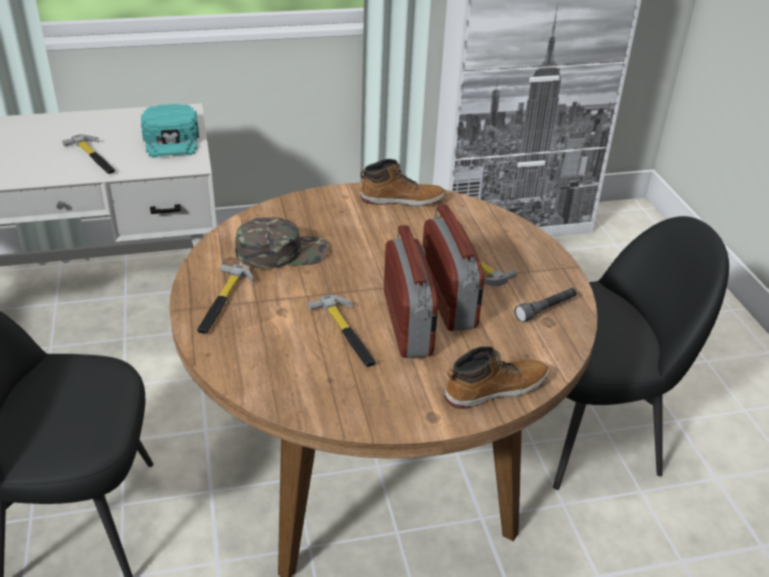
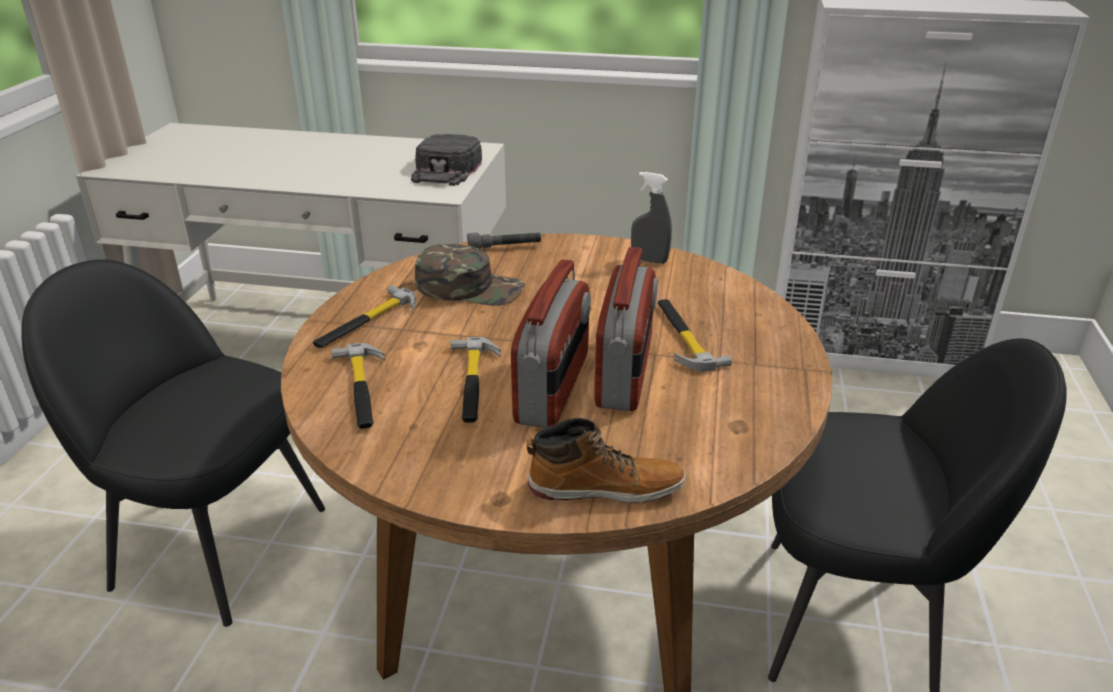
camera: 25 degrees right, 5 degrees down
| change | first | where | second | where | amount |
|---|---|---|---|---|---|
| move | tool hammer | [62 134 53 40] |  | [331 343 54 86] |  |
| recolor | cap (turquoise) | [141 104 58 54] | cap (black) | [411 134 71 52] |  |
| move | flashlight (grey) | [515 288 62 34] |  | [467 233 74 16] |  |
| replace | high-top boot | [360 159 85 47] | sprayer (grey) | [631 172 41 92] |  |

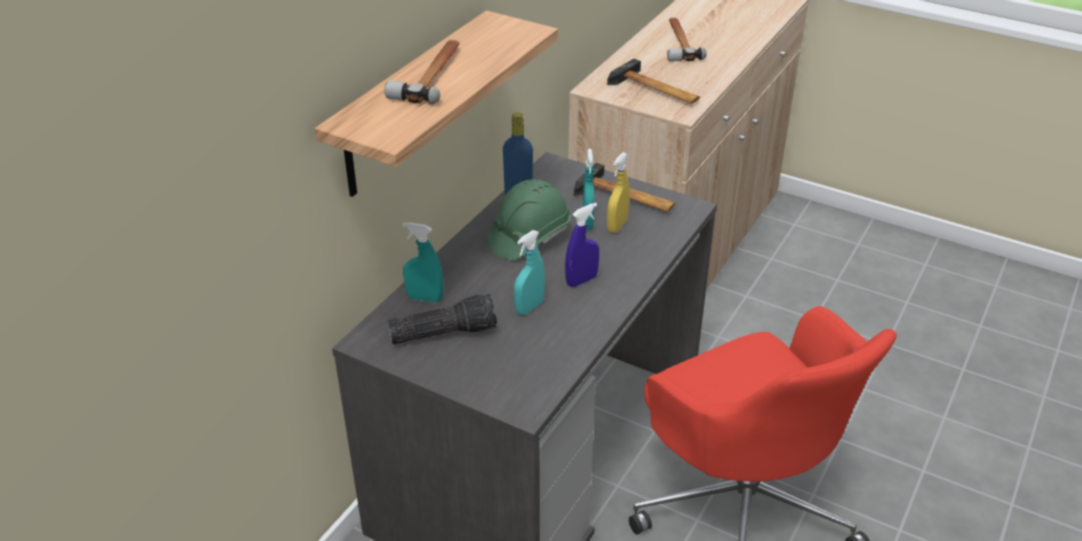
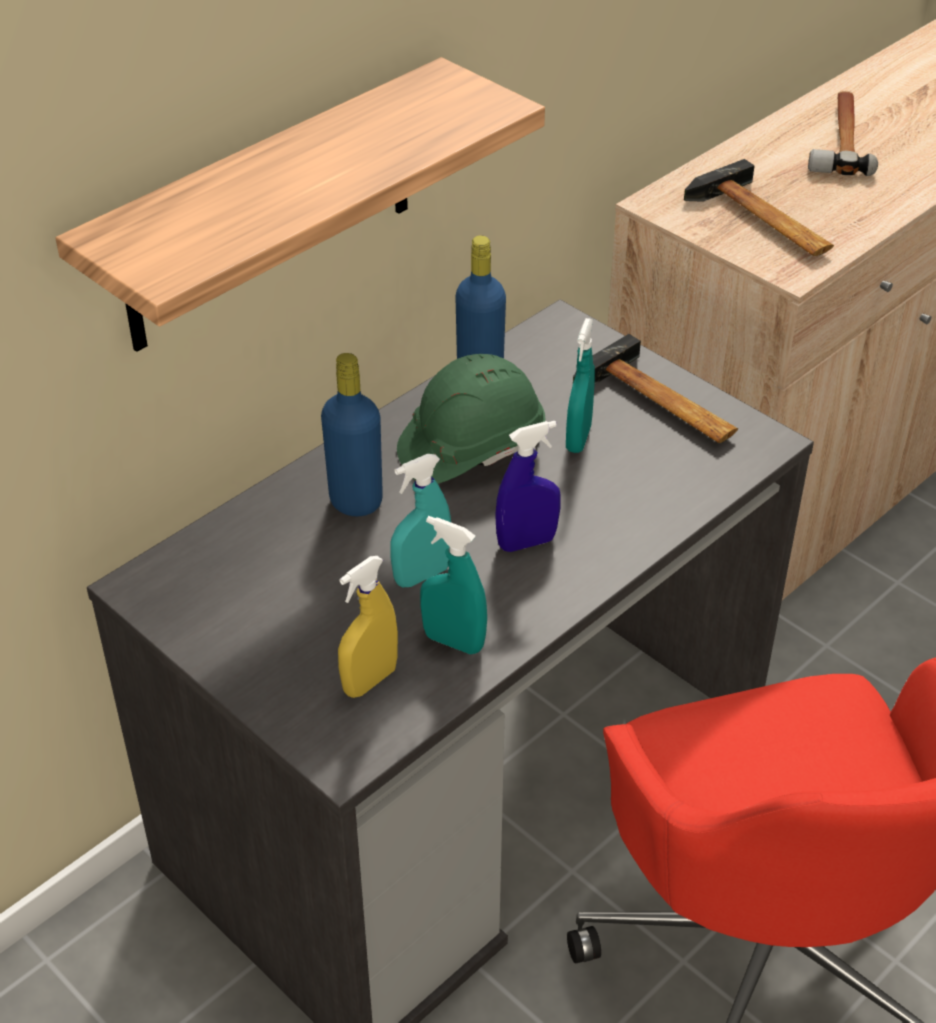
camera: 15 degrees right, 5 degrees up
| change | first | where | second | where | amount |
|---|---|---|---|---|---|
| insert |  |  | drink bottle (bluish) | [321 353 62 163] |  |
| move | sprayer (yellow-coloured) | [607 152 23 81] |  | [338 556 60 142] |  |
| move | sprayer (turquoise) | [403 223 40 79] |  | [420 516 67 138] |  |
| delete | tool hammer | [384 40 76 64] |  |  |  |
| delete | flashlight | [388 294 109 50] |  |  |  |

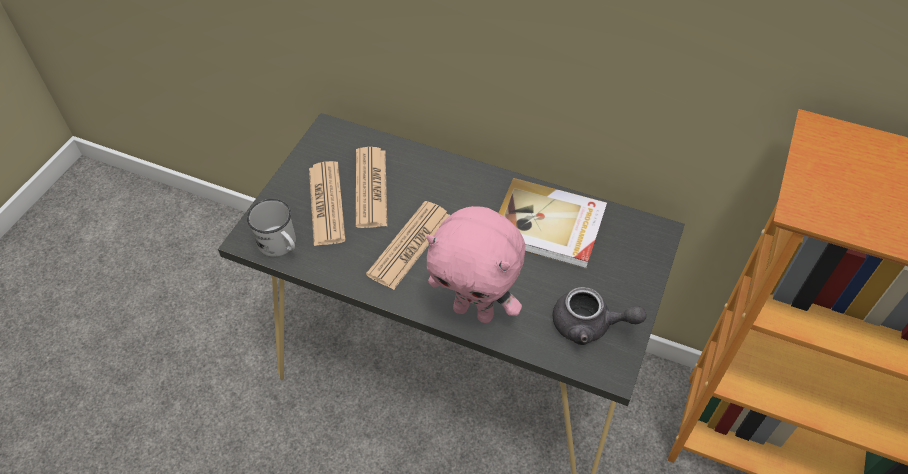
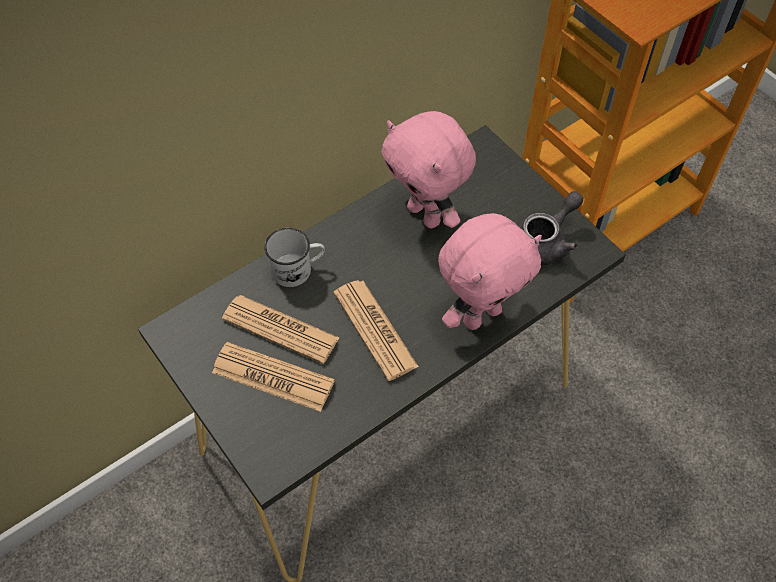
camera: 60 degrees left, 5 degrees up
| change | first | where | second | where | amount |
|---|---|---|---|---|---|
| move | coffee mug (whitish) | [247 199 49 58] |  | [264 228 61 59] |  |
| replace | bound book | [499 178 108 91] | cuddly toy (pink) | [382 111 94 117] |  |

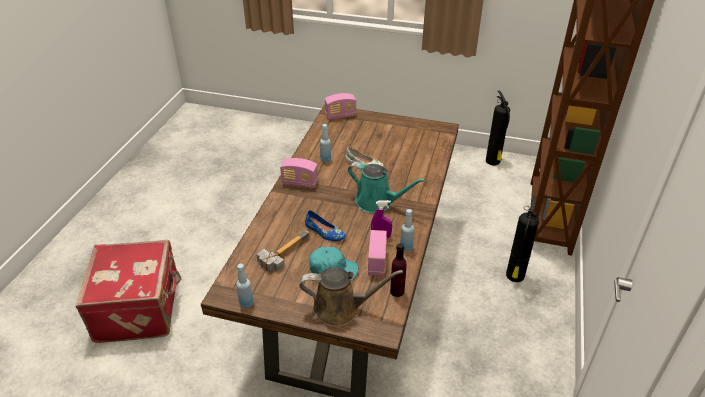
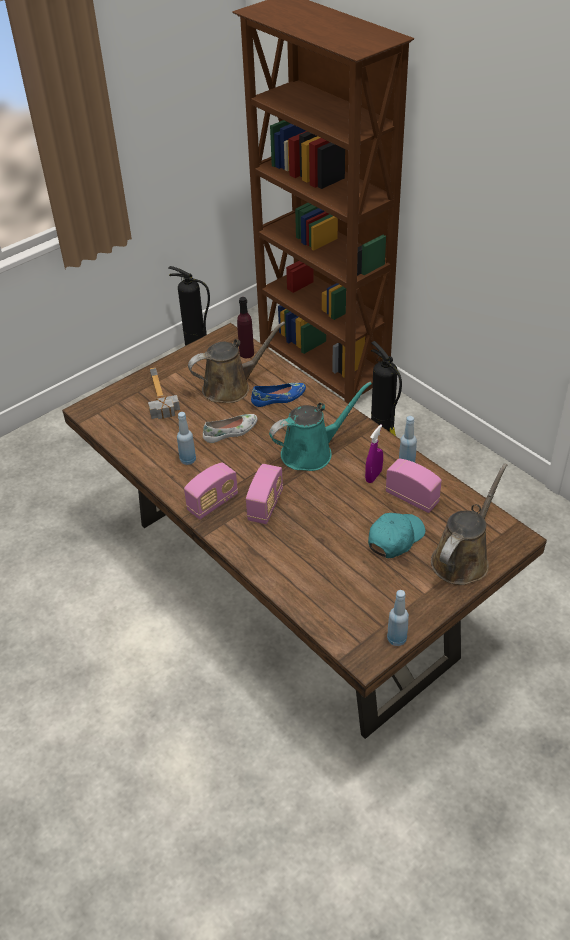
camera: 55 degrees left, 5 degrees up
| change | first | where | second | where | amount |
|---|---|---|---|---|---|
| move | tool hammer | [256 230 54 42] |  | [148 367 32 52] |  |
| insert |  |  | watering pot (brown) | [188 321 98 82] |  |
| move | drink bottle (purple) | [390 243 16 54] |  | [237 297 17 61] |  |
| move | radio | [325 93 31 27] |  | [246 464 37 60] |  |
| move | low shoe (bluish) | [305 210 40 31] |  | [251 383 55 24] |  |
| delete | travel case (red-coloured) | [76 240 105 103] |  |  |  |

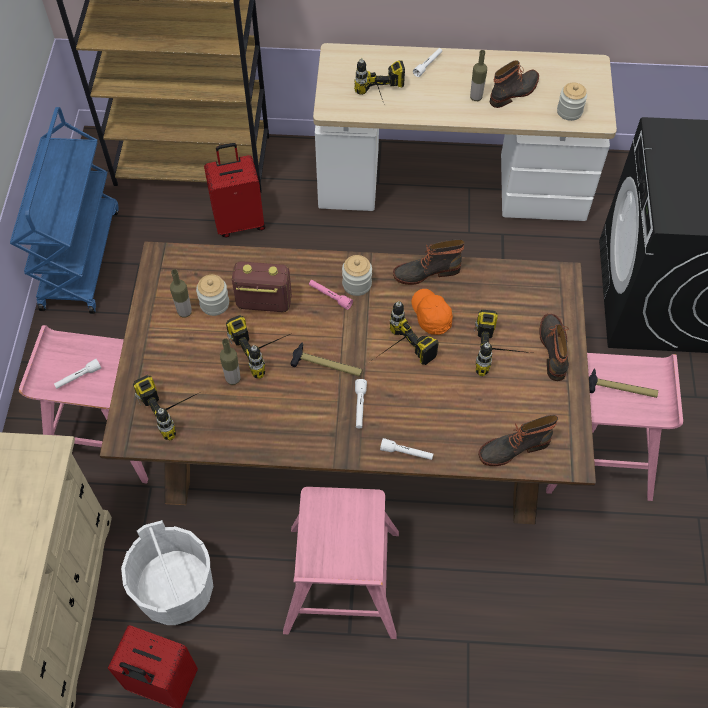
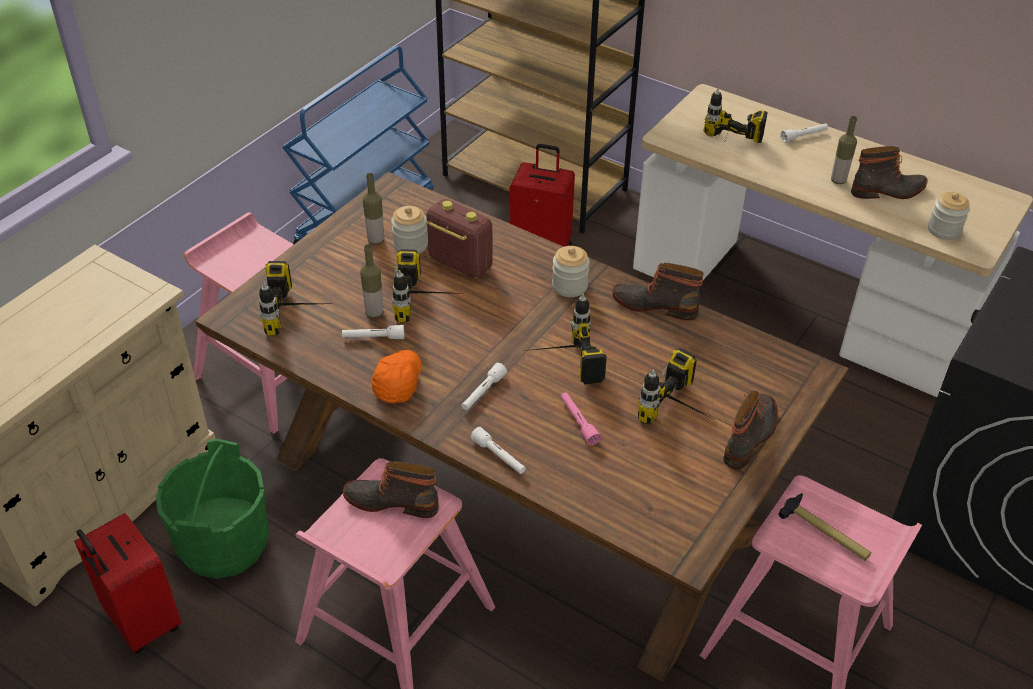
camera: 30 degrees right, 15 degrees down
| change | first | where | second | where | amount |
|---|---|---|---|---|---|
| recolor | water bucket (whitish) | [121 520 93 105] | water bucket (green) | [156 439 113 140] |  |
| move | flashlight (whitish) | [54 359 47 30] |  | [342 325 62 14] |  |
| move | high-top boot | [478 415 80 51] |  | [343 461 96 57] |  |
| move | cap (orange) | [412 289 41 46] |  | [372 350 50 53] |  |
| move | flashlight (pink) | [309 280 44 30] |  | [561 392 40 53] |  |
| delete | tool hammer | [291 342 71 35] |  |  |  |

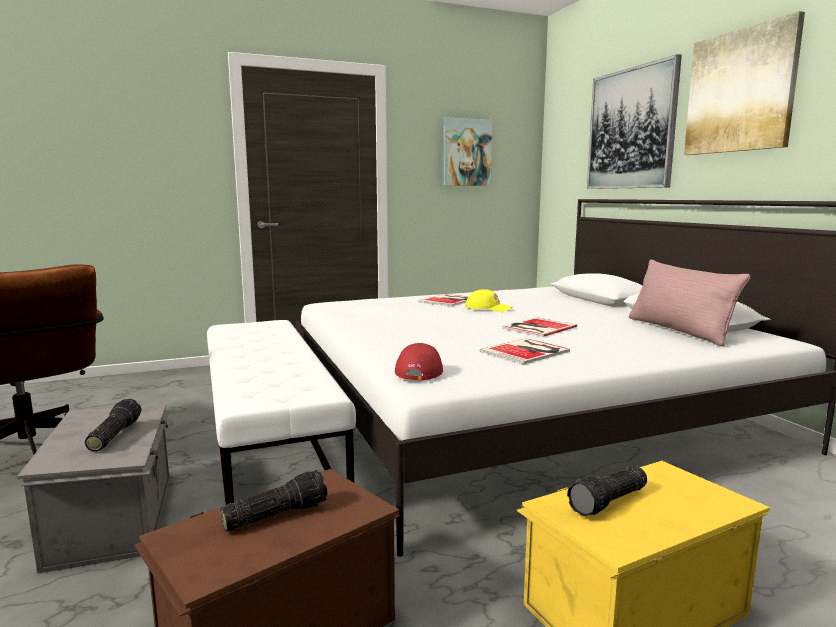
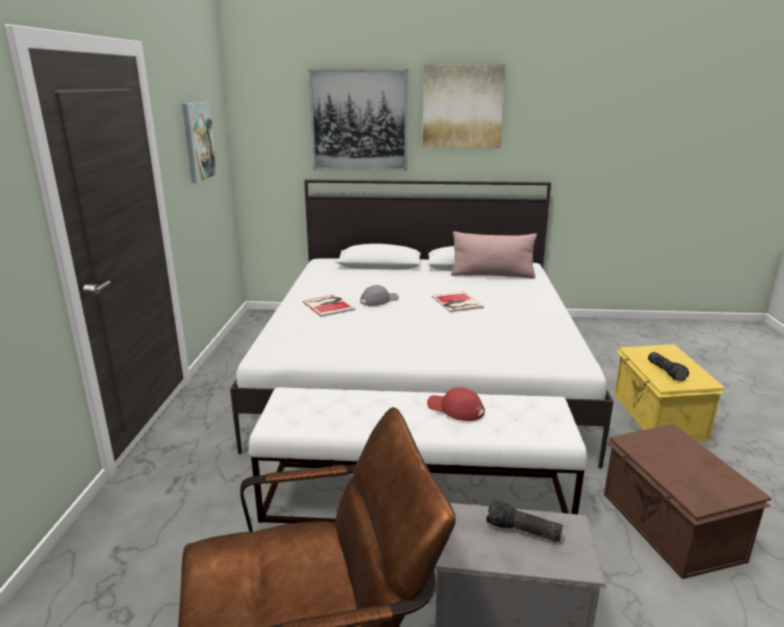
camera: 65 degrees left, 10 degrees up
| change | first | where | second | where | amount |
|---|---|---|---|---|---|
| recolor | cap (yellow-coloured) | [465 289 48 23] | cap (grey) | [360 285 39 21] |  |
| move | cap (red-coloured) | [395 343 48 37] |  | [427 387 58 34] |  |
| delete | flashlight | [220 470 108 62] |  |  |  |
| delete | bound book | [480 338 90 26] |  |  |  |

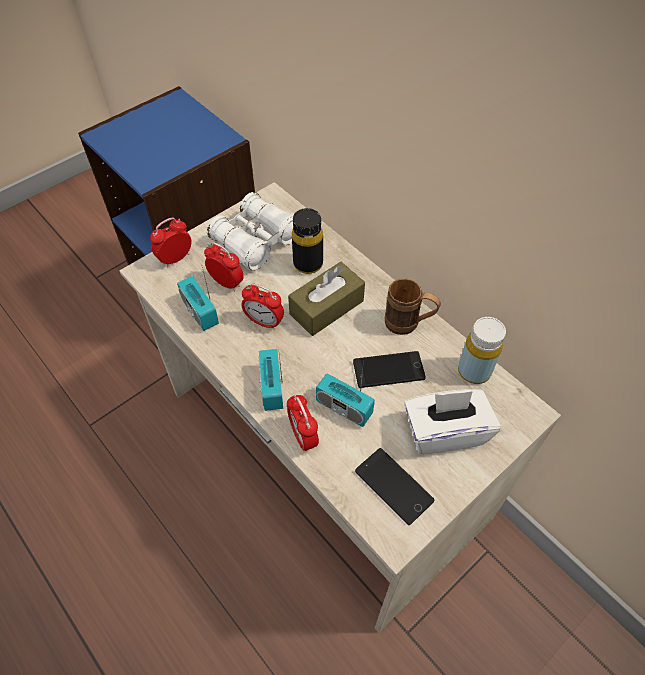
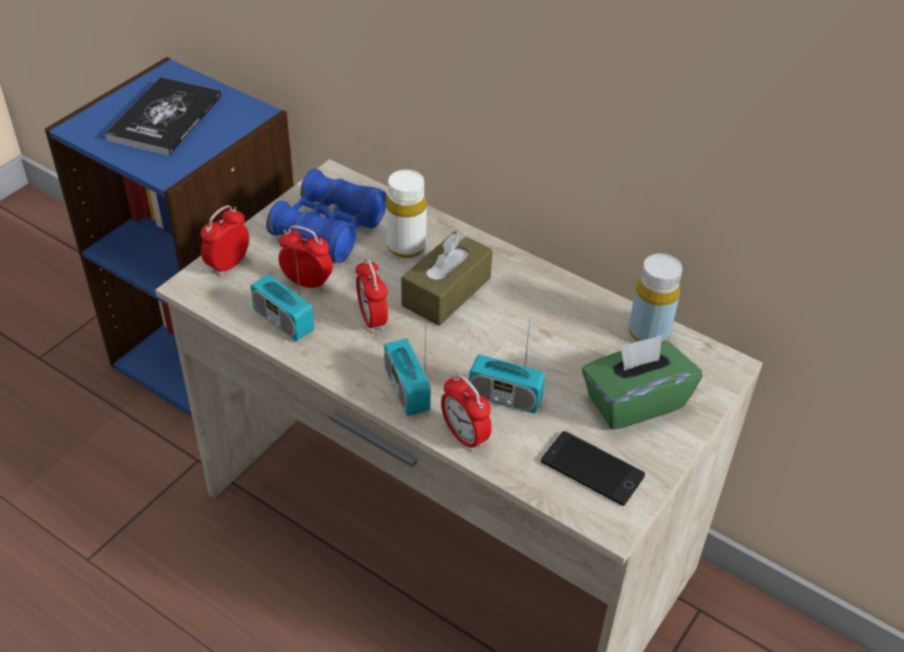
camera: 15 degrees left, 10 degrees down
| change | first | where | second | where | amount |
|---|---|---|---|---|---|
| insert |  |  | bound book | [105 77 117 79] |  |
| recolor | pair of binoculars (whitish) | [207 192 87 79] | pair of binoculars (bluish) | [266 169 121 94] |  |
| rotate | table clock | [241 283 43 47] |  | [355 258 33 75] | 60 degrees clockwise |
| recolor | drink bottle (black) | [292 208 31 66] | drink bottle (whitish) | [386 170 41 88] |  |
| recolor | box of tissues (whitish) | [404 389 97 65] | box of tissues (green) | [582 335 120 95] |  |
| delete | telephone | [353 351 73 37] |  |  |  |
| delete | coffee mug (brown) | [384 278 57 57] |  |  |  |

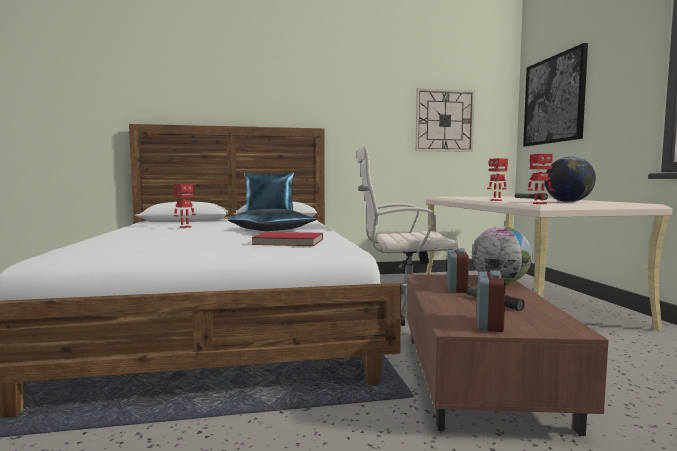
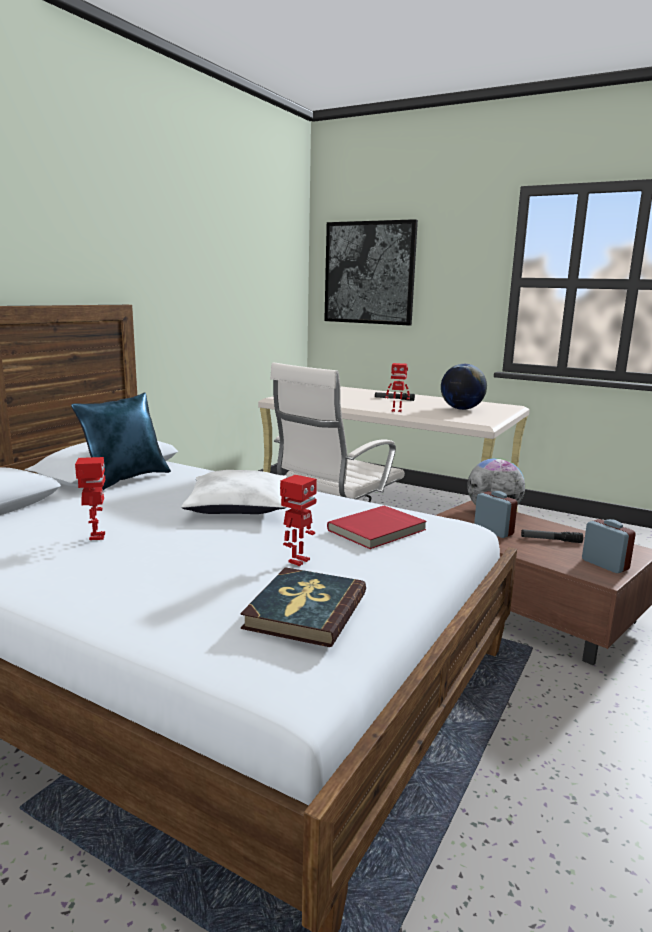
camera: 50 degrees left, 10 degrees up
| change | first | where | second | where | amount |
|---|---|---|---|---|---|
| recolor | cushion (bluish) | [228 209 89 22] | cushion (whitish) | [182 470 105 44] |  |
| insert |  |  | bound book | [241 567 125 80] |  |
| move | model robot | [528 154 26 50] |  | [280 475 37 91] |  |
| delete | wall clock | [415 88 60 64] |  |  |  |

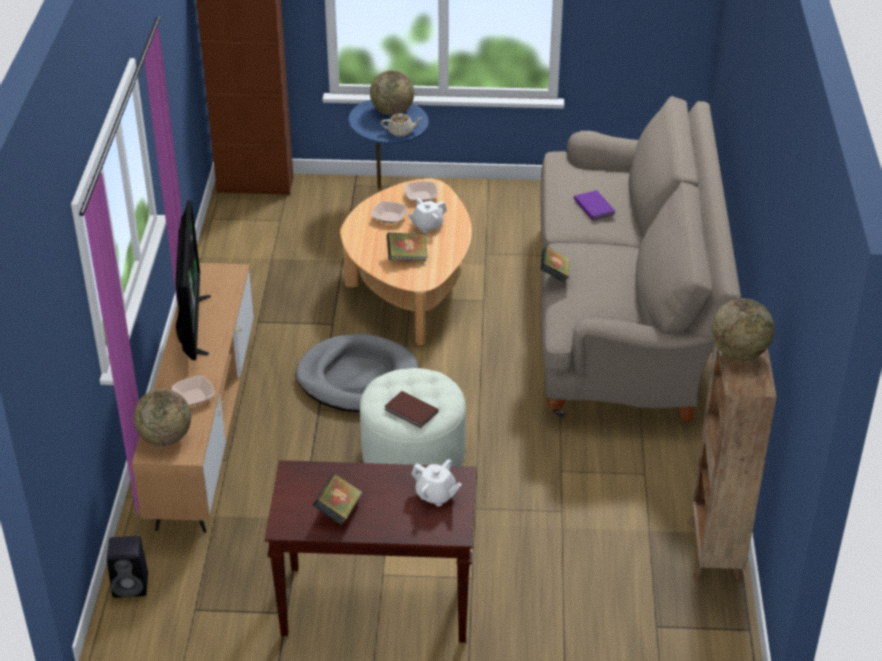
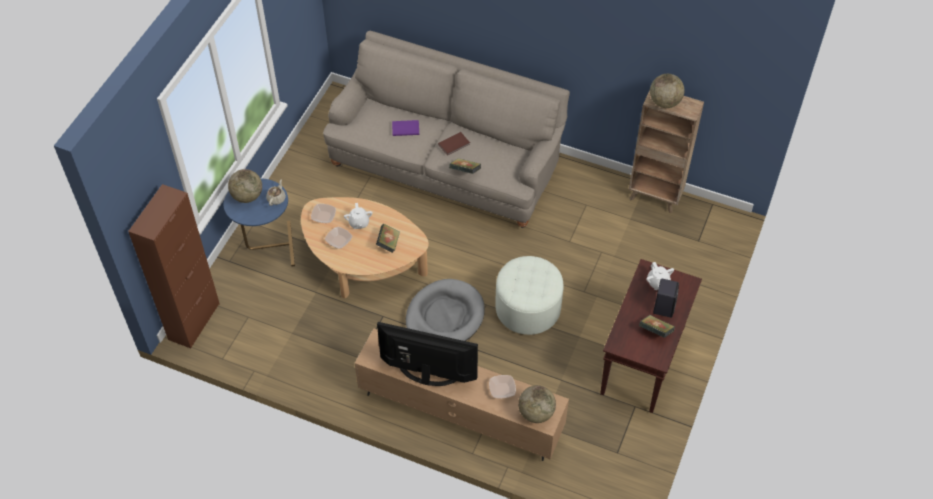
camera: 70 degrees left, 15 degrees up
| change | first | where | second | where | amount |
|---|---|---|---|---|---|
| move | bound book (brown) | [385 391 54 37] |  | [438 132 32 24] |  |
| rotate | teapot (whitish) | [411 459 51 47] |  | [646 262 28 28] | 105 degrees clockwise |
| move | loudspeaker (black) | [107 536 41 62] |  | [653 278 26 40] |  |

